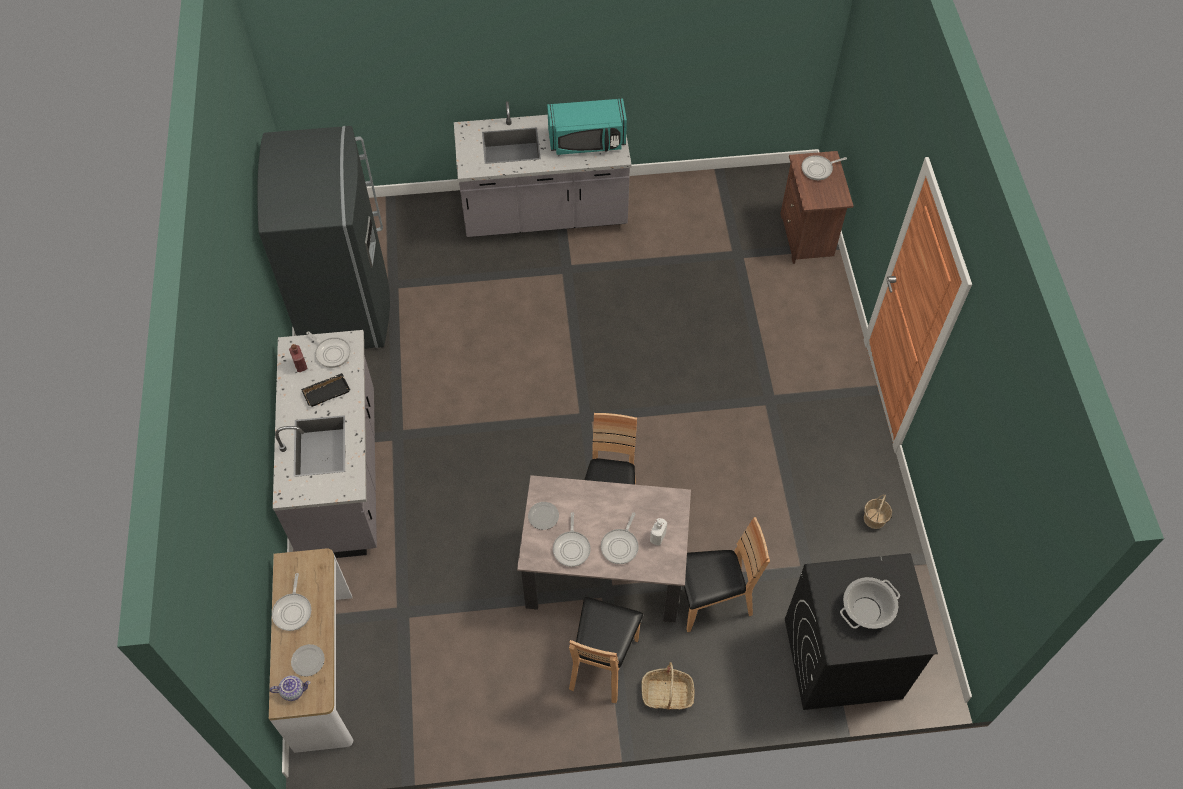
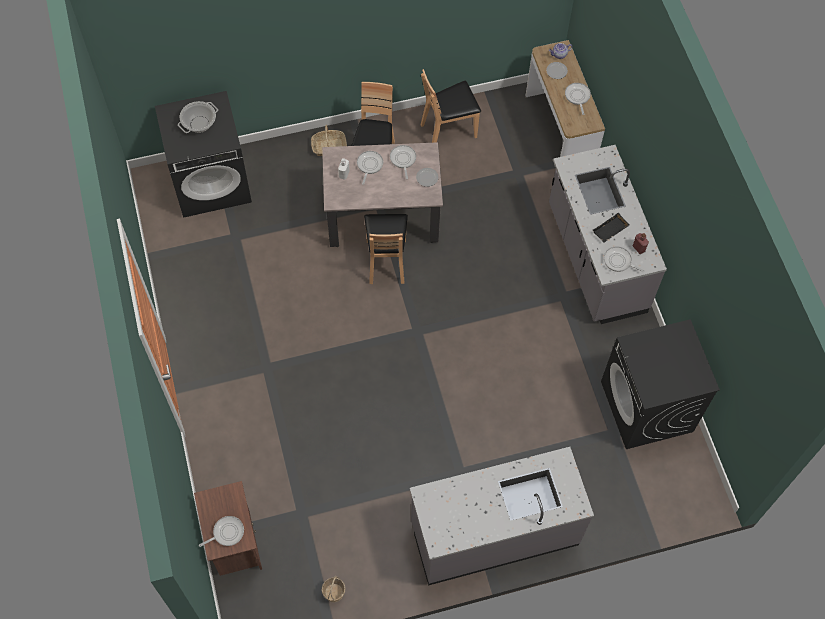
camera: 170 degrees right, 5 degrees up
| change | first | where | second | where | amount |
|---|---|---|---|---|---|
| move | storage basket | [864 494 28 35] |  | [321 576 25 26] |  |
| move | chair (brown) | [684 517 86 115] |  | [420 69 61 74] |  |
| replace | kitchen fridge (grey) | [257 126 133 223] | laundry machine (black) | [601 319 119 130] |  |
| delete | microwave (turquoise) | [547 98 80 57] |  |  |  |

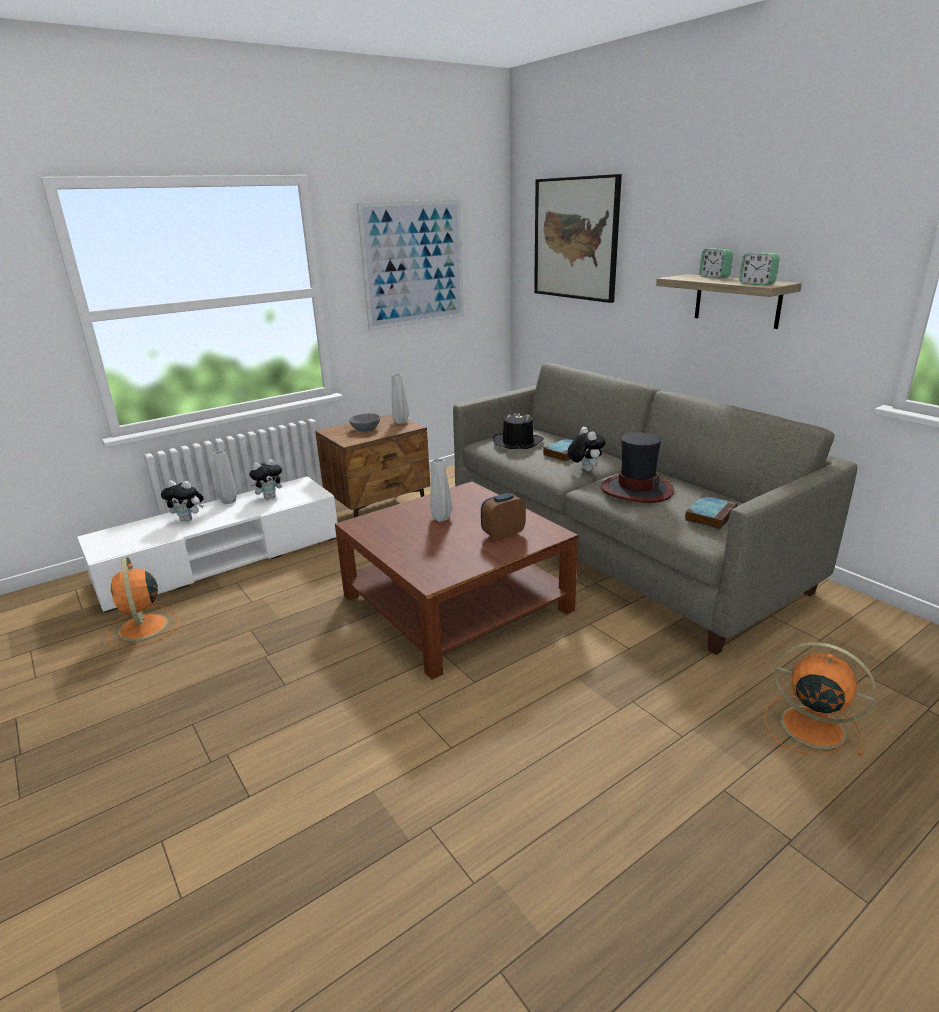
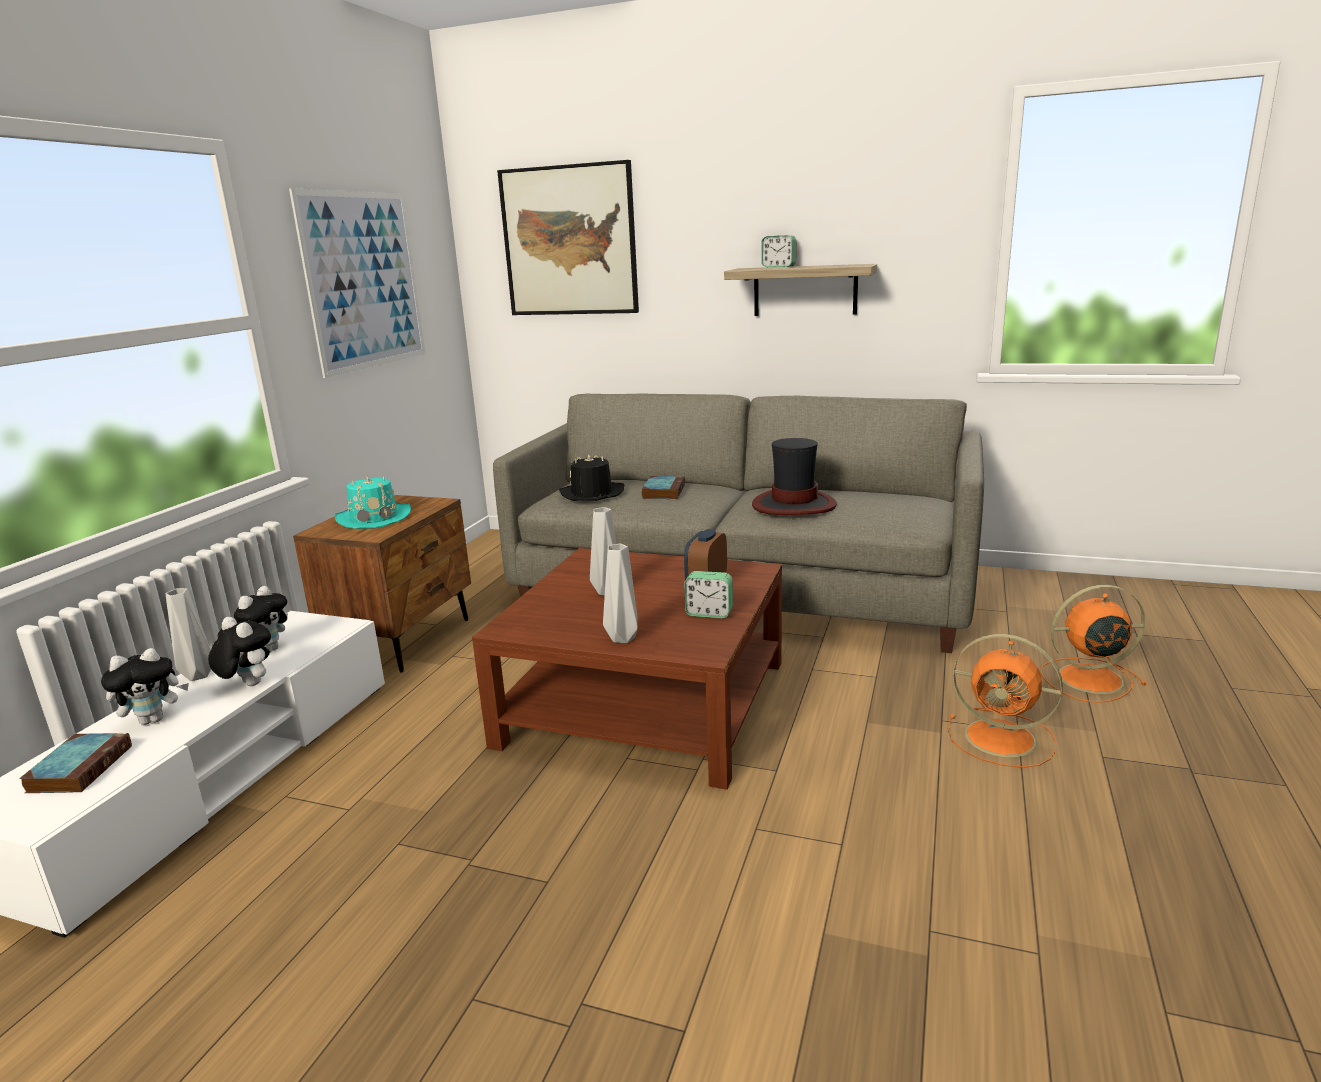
camera: 35 degrees left, 5 degrees down
| change | first | where | second | where | amount |
|---|---|---|---|---|---|
| move | bound book | [685 495 53 34] |  | [19 733 113 60] |  |
| move | cuddly toy | [568 427 37 44] |  | [208 617 63 69] |  |
| replace | deep dish (grey) | [349 413 31 19] | clothing hat (turquoise) | [335 476 76 53] |  |
| move | decorative vase (grey) | [392 374 17 50] |  | [603 544 35 99] |  |
| move | table clock | [739 252 41 34] |  | [684 571 49 47] |  |
| move | cooling fan (orange) | [107 557 72 91] |  | [948 634 115 134] |  |

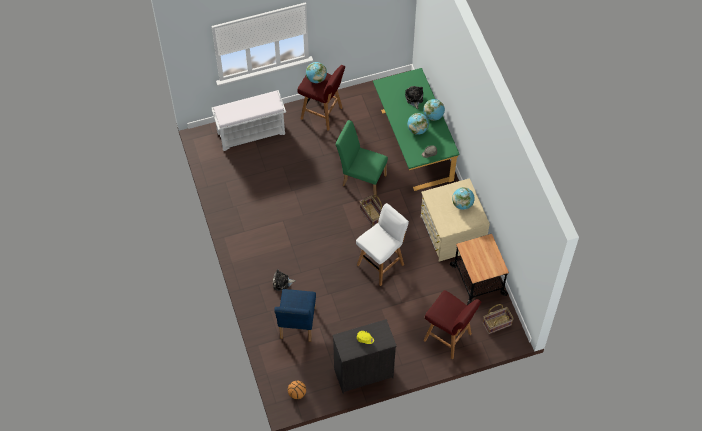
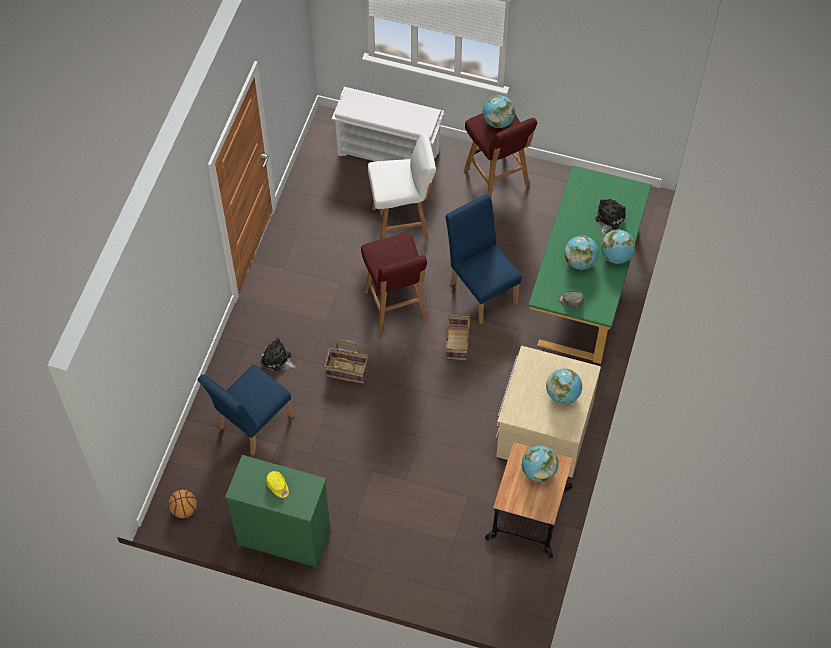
camera: 35 degrees right, 0 degrees up
| change | first | where | second | where | amount |
|---|---|---|---|---|---|
| recolor | chest of drawers (black) | [332 319 65 75] | chest of drawers (green) | [225 455 106 115] |  |
| move | storage basket | [483 304 31 30] |  | [324 340 44 44] |  |
| move | stool seat (red-coloured) | [423 290 58 69] |  | [361 232 66 100] |  |
| move | stool seat (whitish) | [356 203 53 83] |  | [368 134 68 107] |  |
| recolor | chair (green) | [336 120 52 77] | chair (bluish) | [446 194 76 130] |  |
| insert |  |  | desk globe | [522 445 37 37] |  |

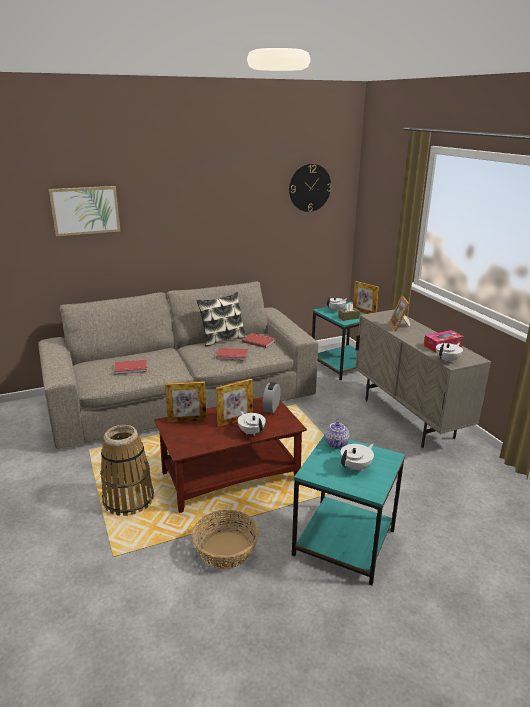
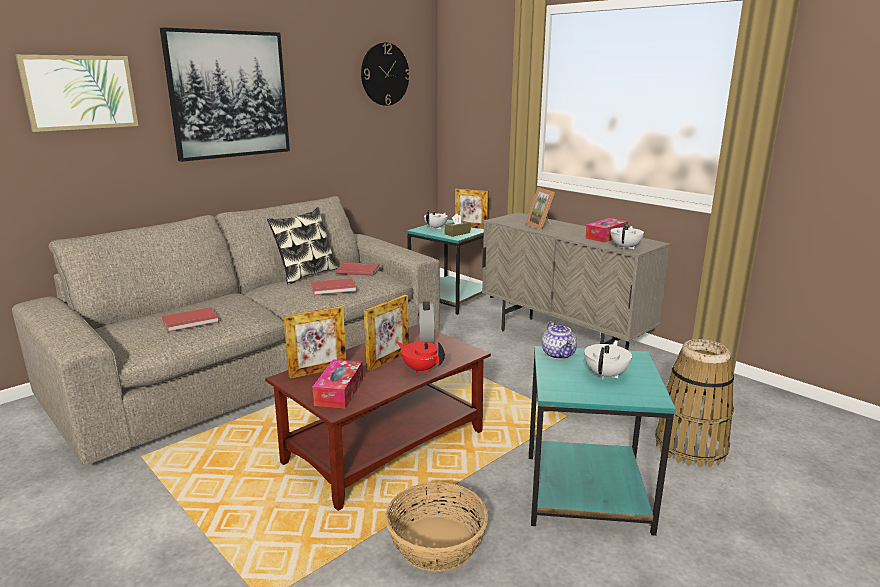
camera: 20 degrees left, 5 degrees down
| change | first | where | second | where | amount |
|---|---|---|---|---|---|
| insert |  |  | wall picture | [160 27 130 135] |  |
| insert |  |  | box of tissues | [313 359 50 50] |  |
| recolor | teapot (whitish) | [238 411 28 24] | teapot (red-coloured) | [397 342 48 31] |  |
| move | storage basket | [100 425 54 91] |  | [655 339 79 129] |  |

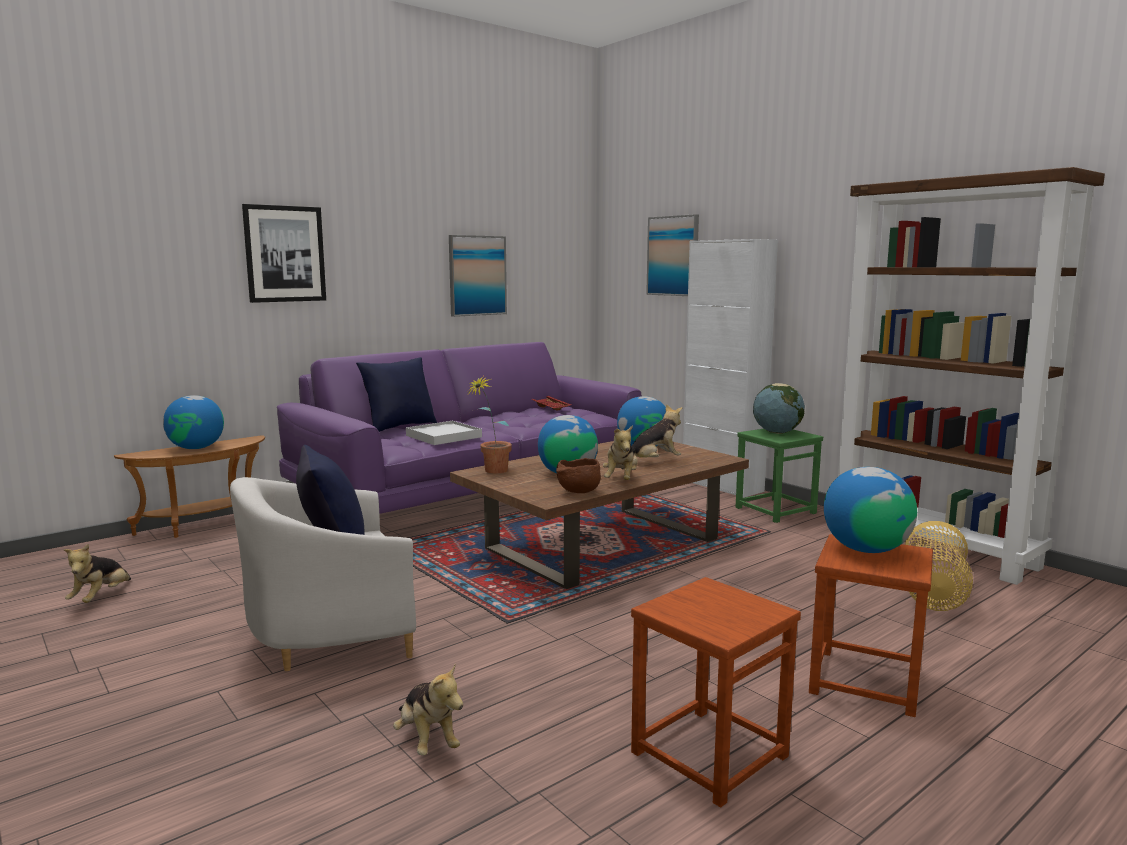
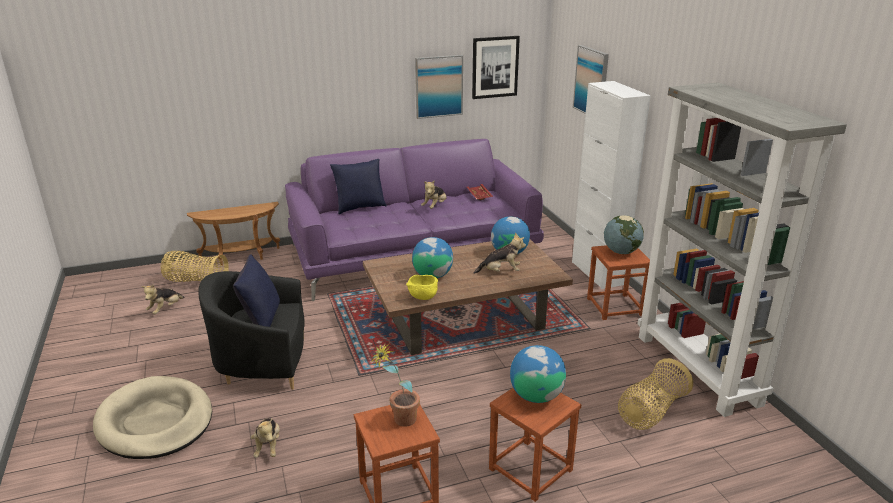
camera: 20 degrees right, 15 degrees up
| change | first | where | second | where | amount |
|---|---|---|---|---|---|
| insert |  |  | dog bed (sand-coloured) | [93 376 119 83] |  |
| insert |  |  | storage basket | [161 251 68 31] |  |
| recolor | armchair (whitish) | [230 477 186 194] | armchair (black) | [198 271 107 119] |  |
| move | houseplant | [469 375 43 98] |  | [371 343 49 84] |  |
| recolor | deep dish (brown) | [556 458 45 35] | deep dish (yellow-coloured) | [406 275 32 25] |  |
| move | cuddly toy | [603 425 35 55] |  | [421 180 26 29] |  |
| move | wall picture | [242 204 84 99] |  | [472 36 48 63] |  |
| recolor | stool seat (green) | [735 429 88 94] | stool seat (brown) | [587 245 63 75] |  |
| recolor | bookshelf (brown) | [838 167 267 418] | bookshelf (grey) | [638 83 209 334] |  |
| delete | desk globe | [163 395 61 54] |  |  |  |
| delete | carrying tray (whitish) | [406 421 76 24] |  |  |  |

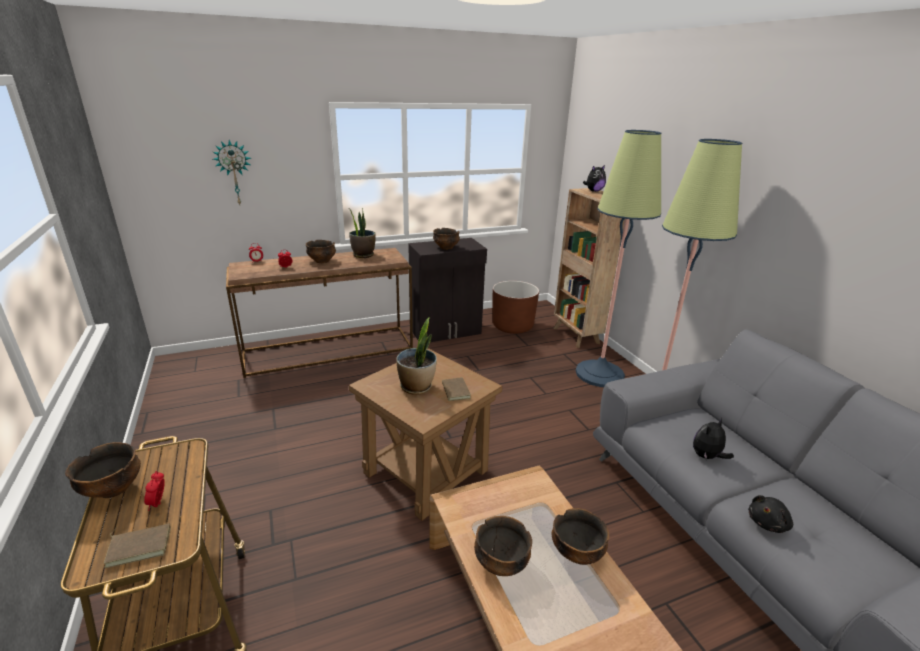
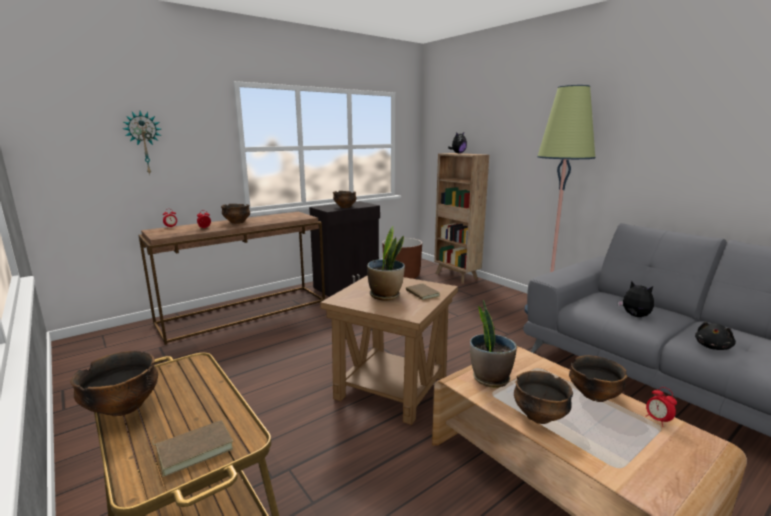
camera: 15 degrees left, 10 degrees down
| change | first | where | second | where | amount |
|---|---|---|---|---|---|
| move | houseplant | [349 208 27 50] |  | [470 300 47 88] |  |
| rotate | cuddly toy | [693 417 41 43] |  | [618 281 36 36] | 105 degrees clockwise |
| move | table clock | [144 471 21 40] |  | [646 387 31 40] |  |
| delete | standard lamp | [576 130 85 257] |  |  |  |

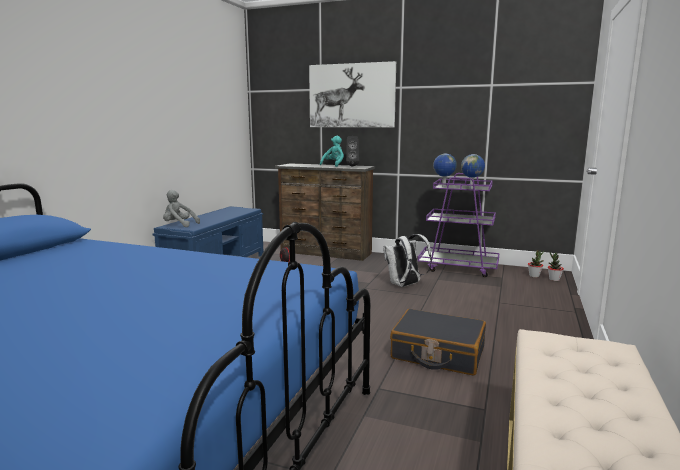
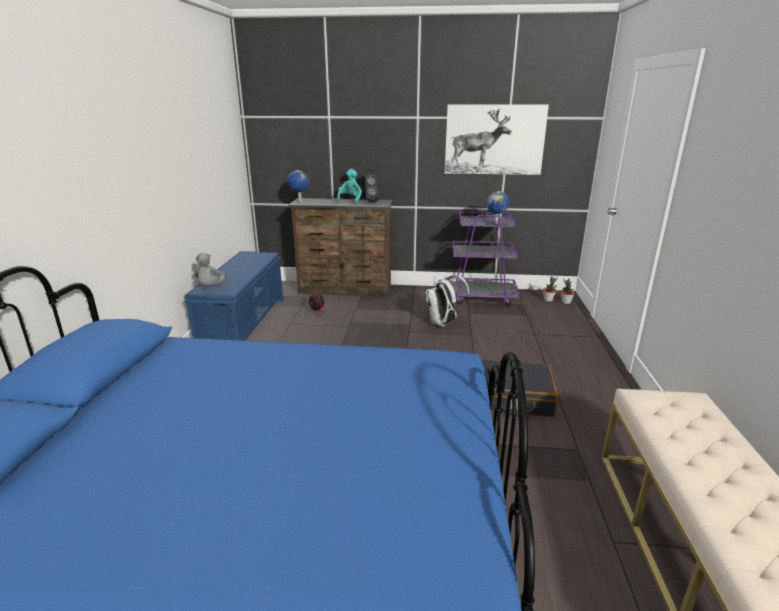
camera: 15 degrees left, 10 degrees up
| change | first | where | second | where | amount |
|---|---|---|---|---|---|
| rotate | cuddly toy (grey) | [163 190 37 37] |  | [194 253 34 33] | 90 degrees counterclockwise |
| move | desk globe | [433 154 24 33] |  | [288 170 21 32] |  |
| move | wall picture | [309 61 87 66] |  | [445 104 104 71] |  |

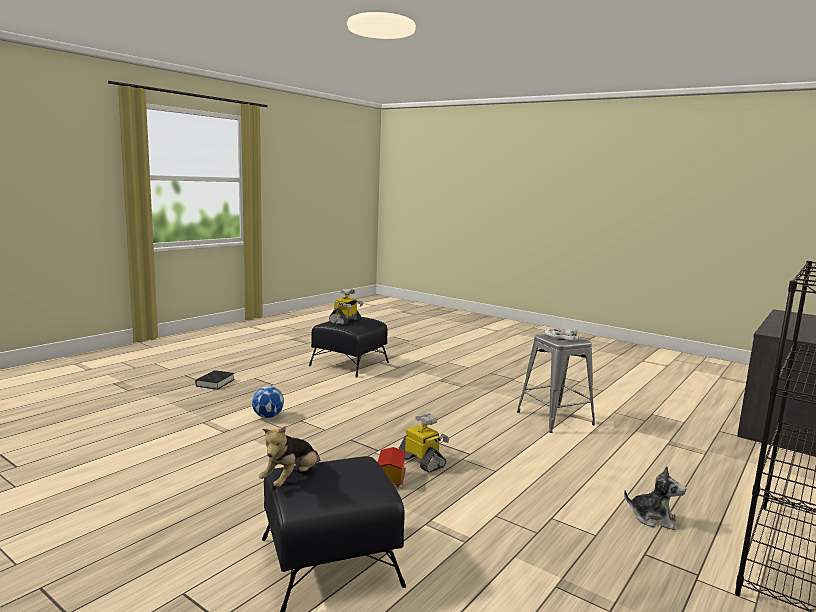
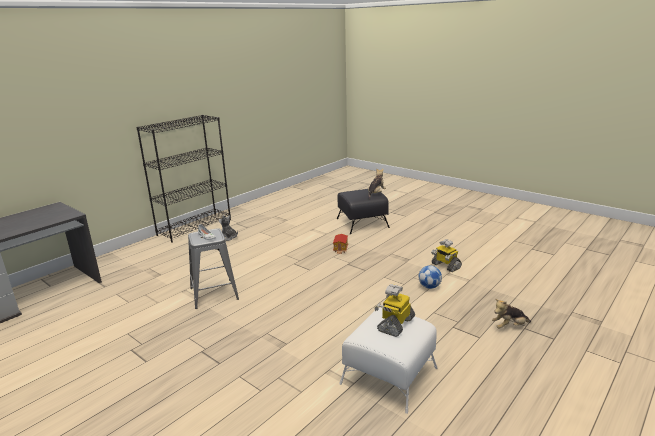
camera: 175 degrees left, 10 degrees up
| change | first | where | second | where | amount |
|---|---|---|---|---|---|
| recolor | ottoman (black) | [309 317 80 61] | ottoman (whitish) | [339 308 99 106] |  |
| move | model robot | [398 413 51 60] |  | [431 239 31 33] |  |
| replace | bound book (black) | [195 370 40 20] | cuddly toy | [492 299 39 30] |  |

